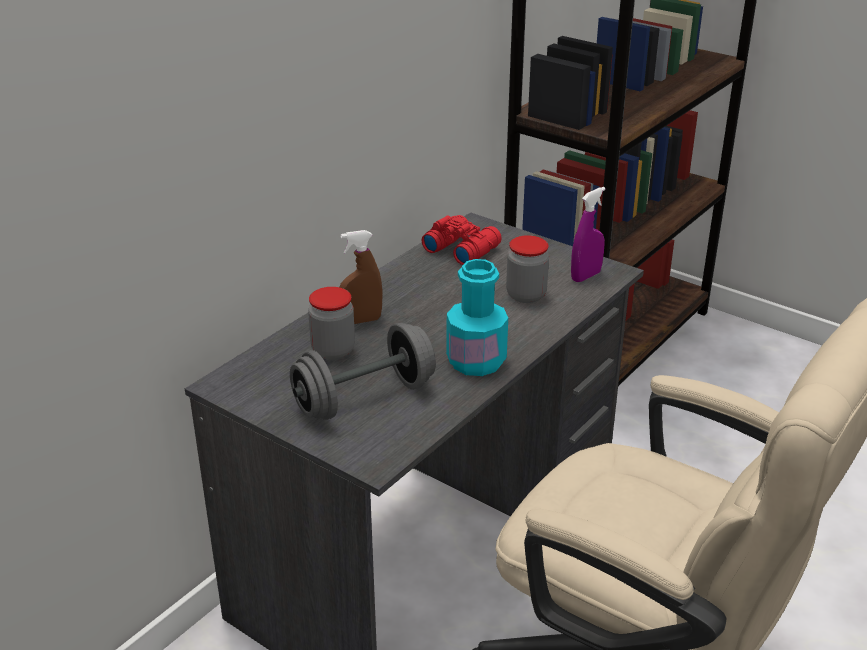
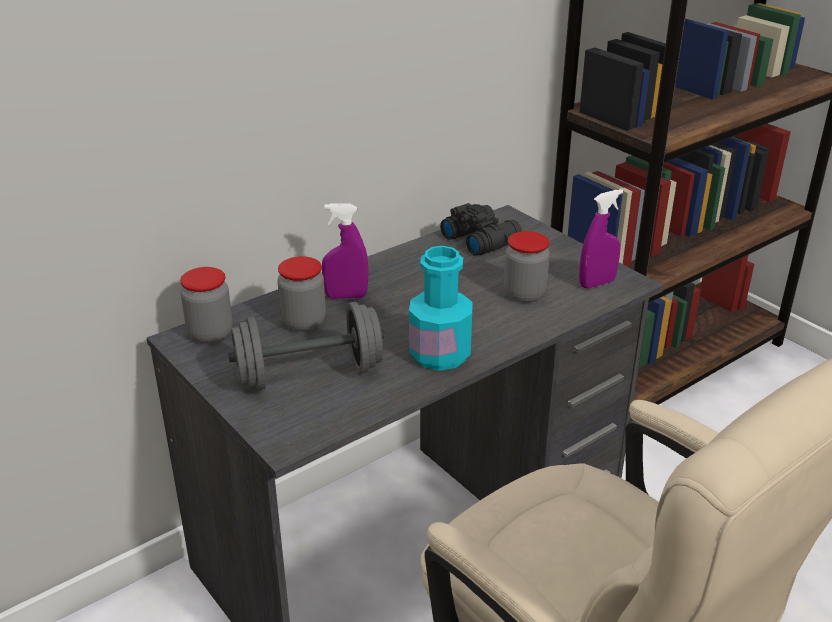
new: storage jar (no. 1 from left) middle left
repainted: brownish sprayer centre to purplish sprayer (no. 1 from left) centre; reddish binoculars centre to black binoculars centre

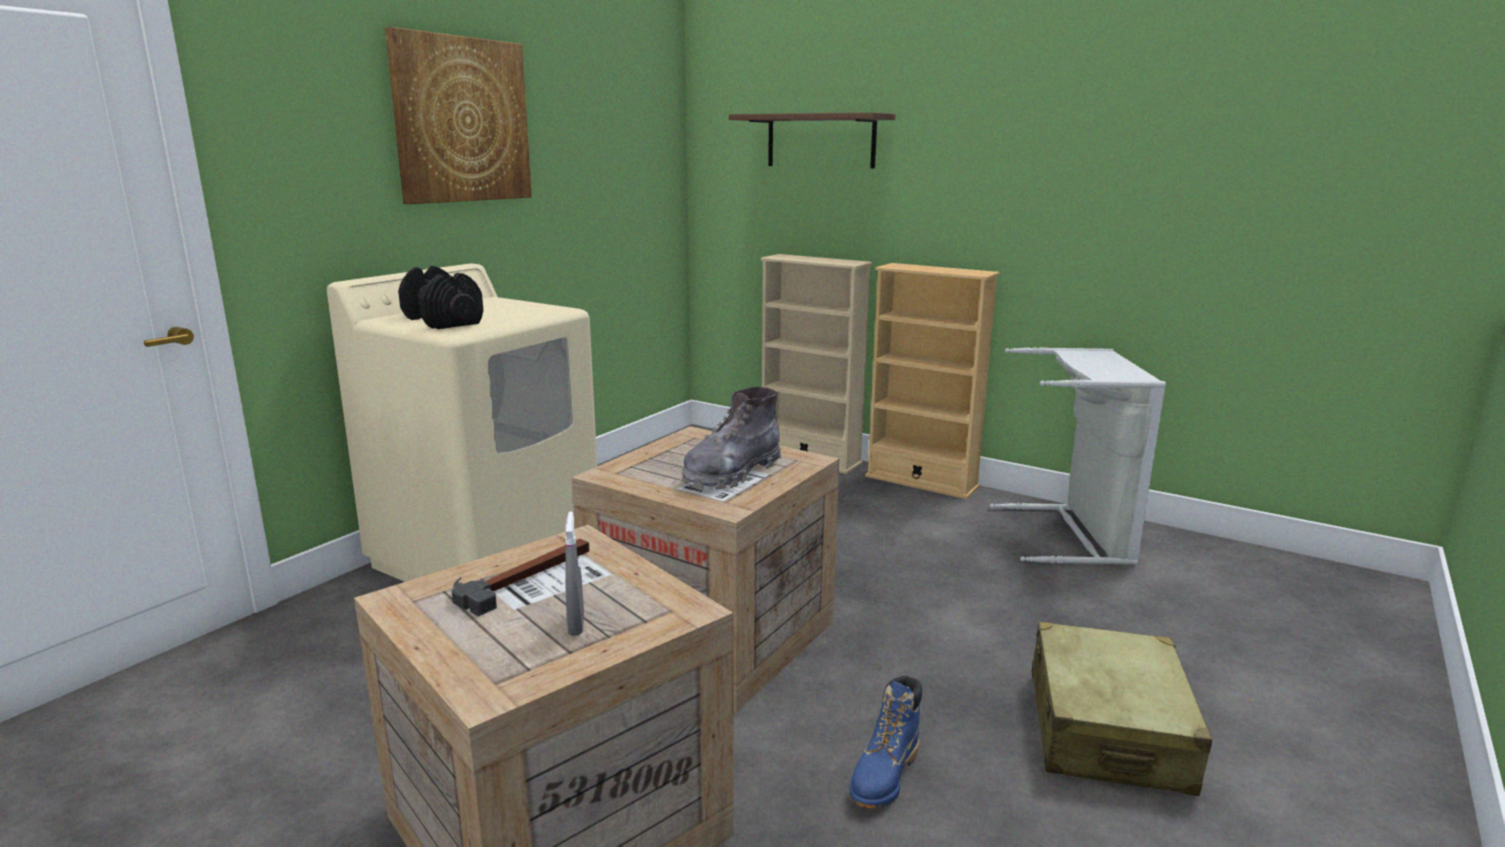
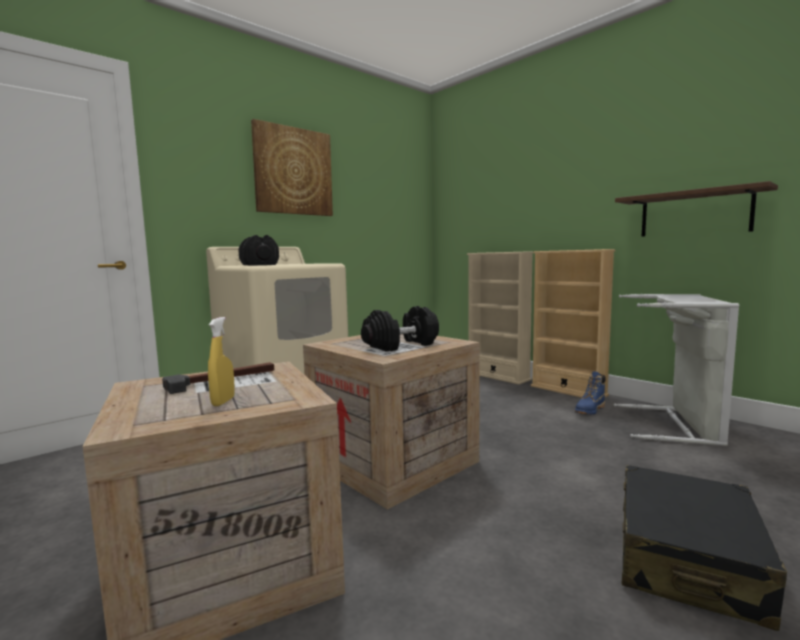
shifted: brownish bracket shelf top centre to top right; blue-coloured high-top boot bottom centre to middle right
swapped: grey high-top boot centre to black free weight (no. 2 from left) centre
repainted: grey sprayer bottom centre to yellowish sprayer middle left; beige-coloured piece of luggage bottom right to black piece of luggage bottom right

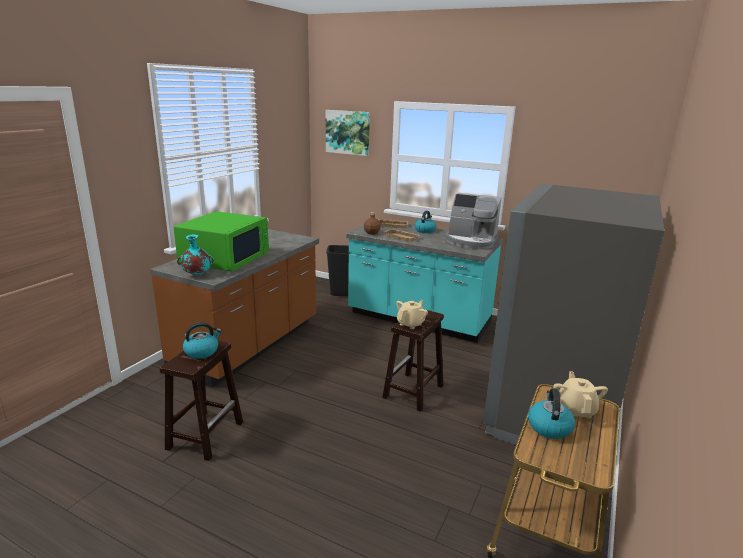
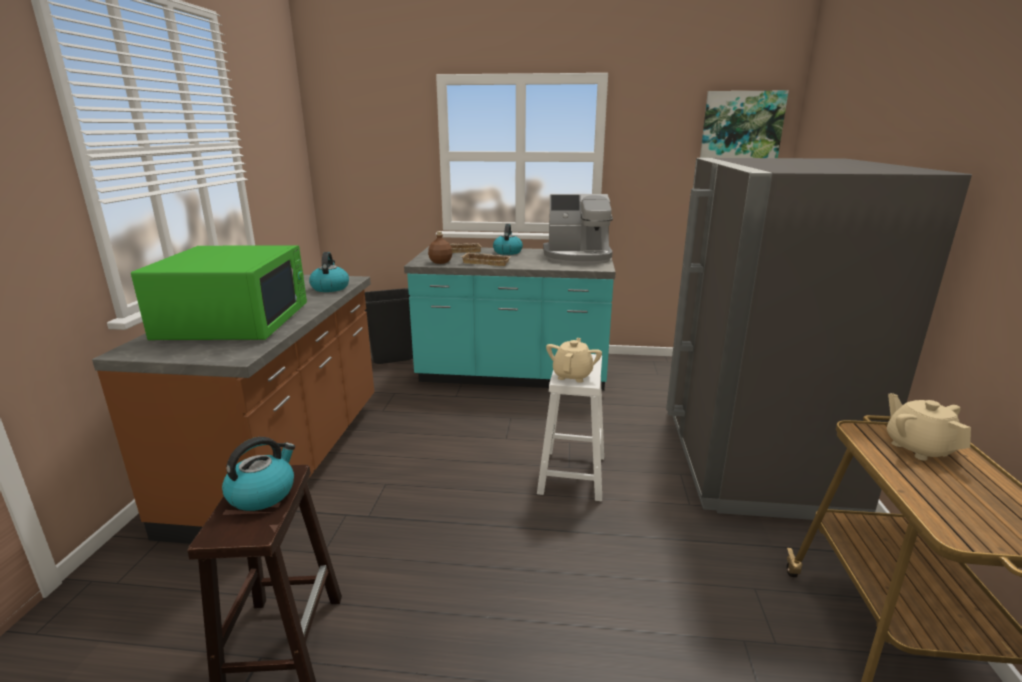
gone: blue-green vase middle left
shifted: picture top centre to top right; tea kettle (no. 3 from left in the first image) bottom right to tea kettle (no. 2 from left) middle left
repainted: brownish stool seat (no. 2 from left) centre to white stool seat centre

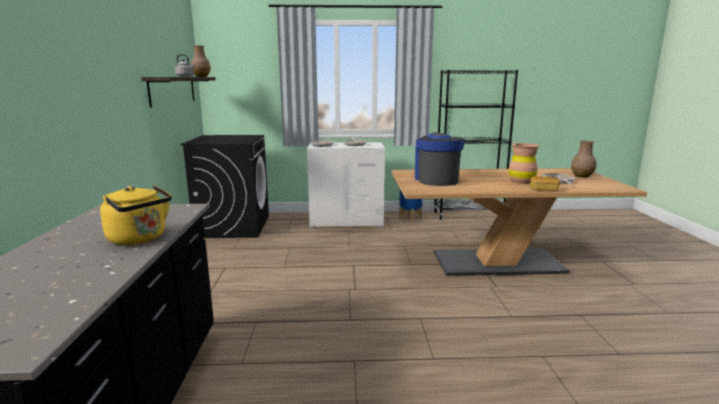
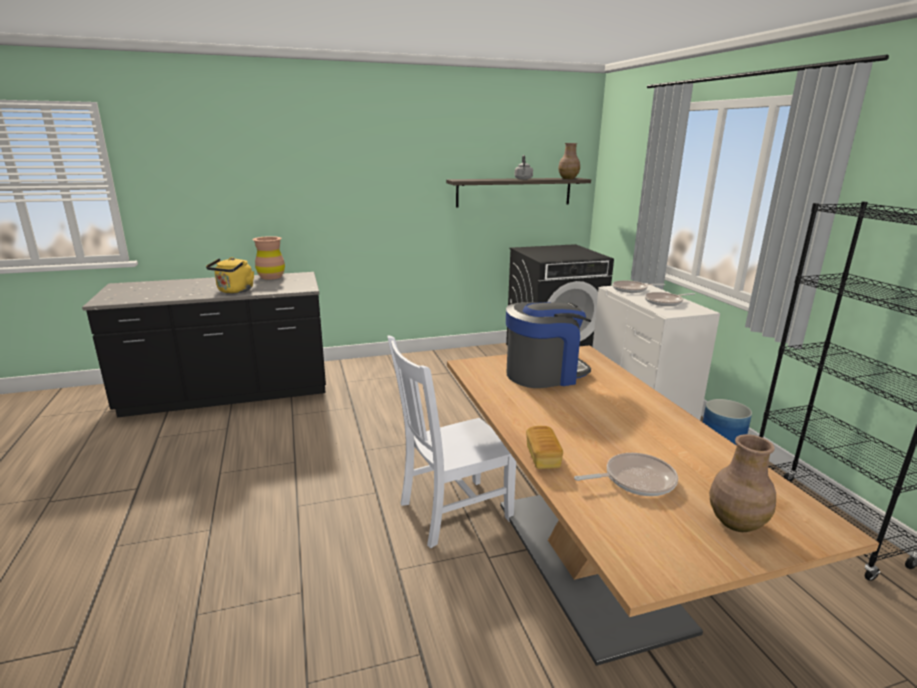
new: white upright chair centre
shifted: brownish vase (no. 2 from left in the first image) middle right to brownish vase (no. 1 from left) middle left

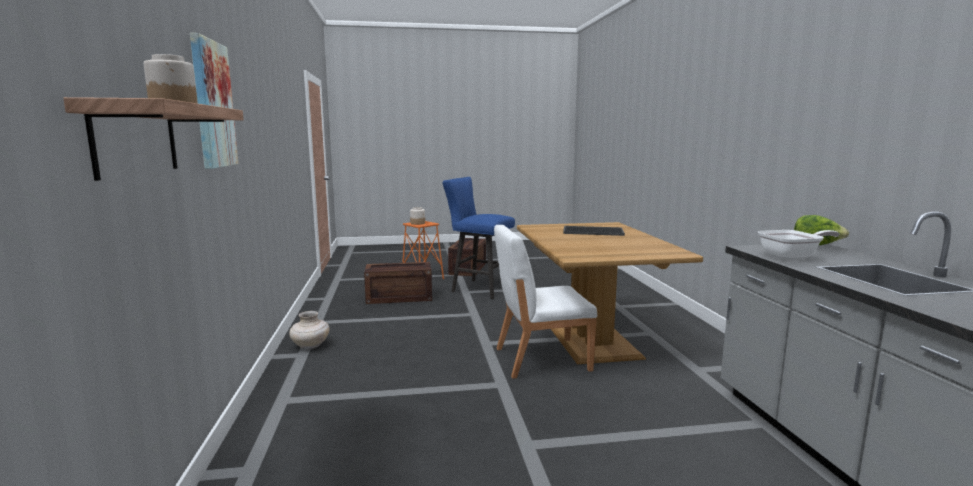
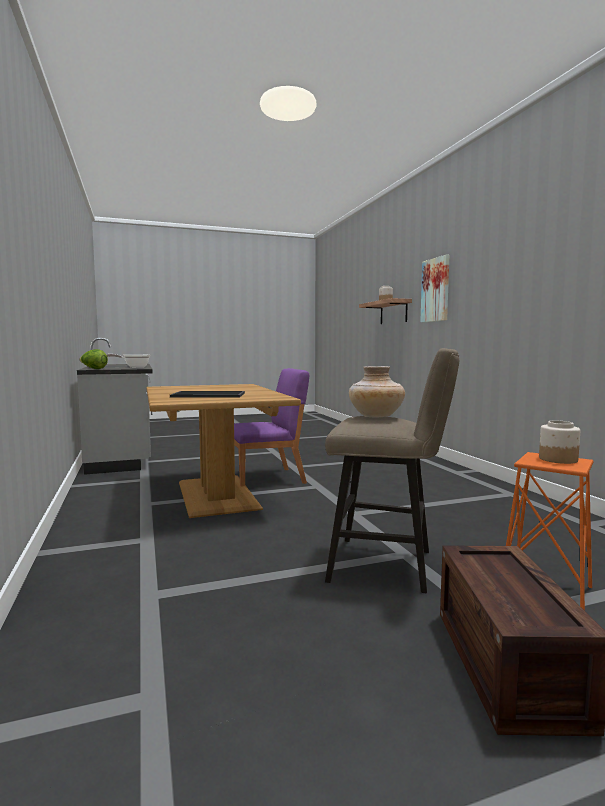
gone: packing crate (no. 1 from left) centre
shifted: beige-coloured vase bottom left to centre
repainted: blue-coloured stool seat centre to beige-coloured stool seat centre; white upright chair centre to purplish upright chair centre

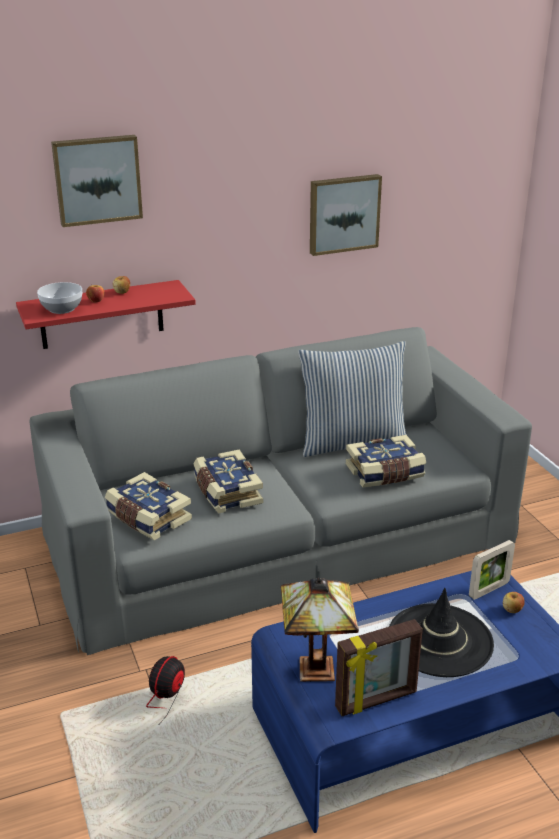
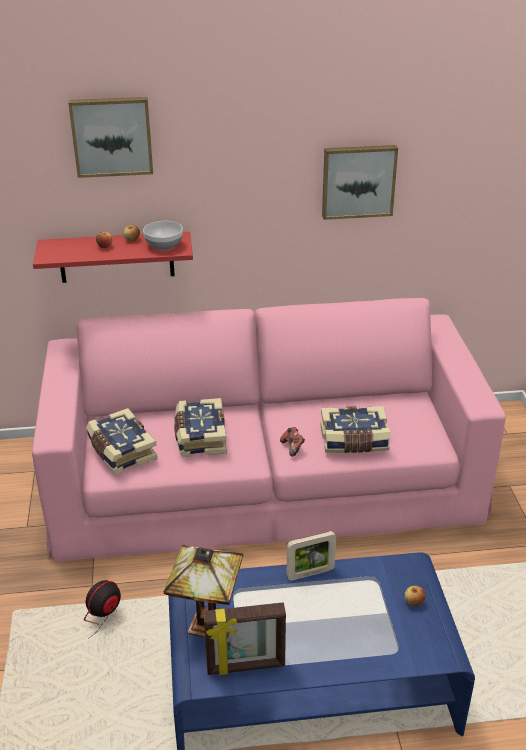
gone: throw pillow centre; black wearable hat bottom right
new: game controller centre
shifted: bowl middle left to top left; picture frame (no. 2 from left) bottom right to bottom centre
repainted: grey couch centre to pink couch centre

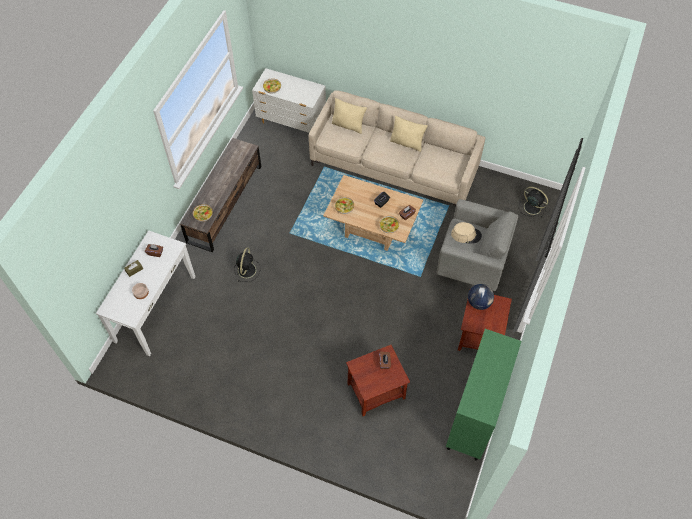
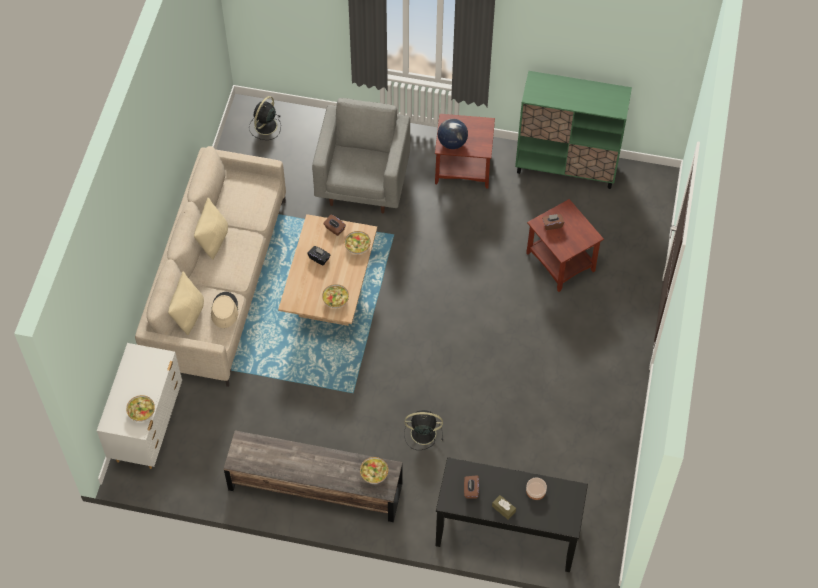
shifted: beige-coloured wearable hat middle right to middle left
repainted: white console table middle left to black console table bottom centre

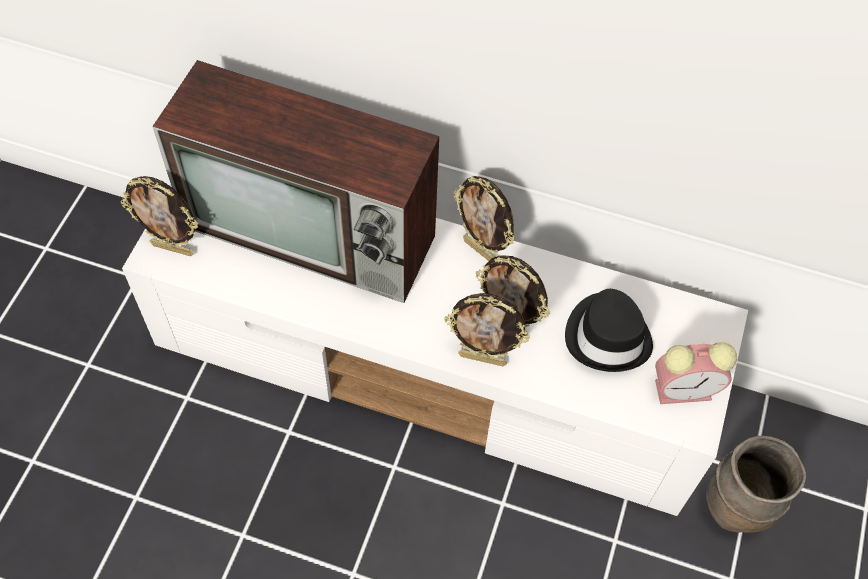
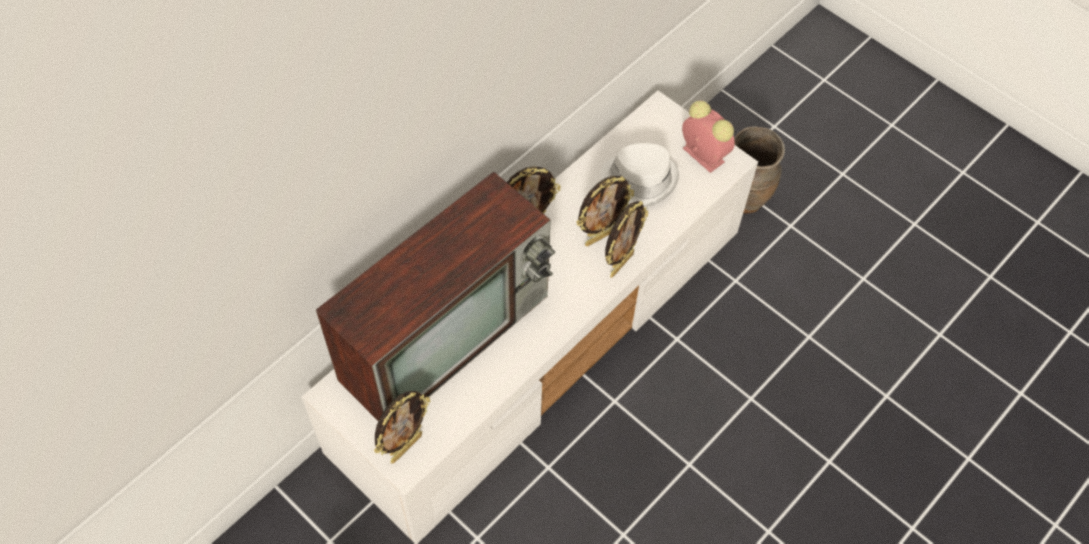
repainted: black wearable hat middle right to white wearable hat top centre
rotated: table clock middle right = top centre 60 degrees counterclockwise

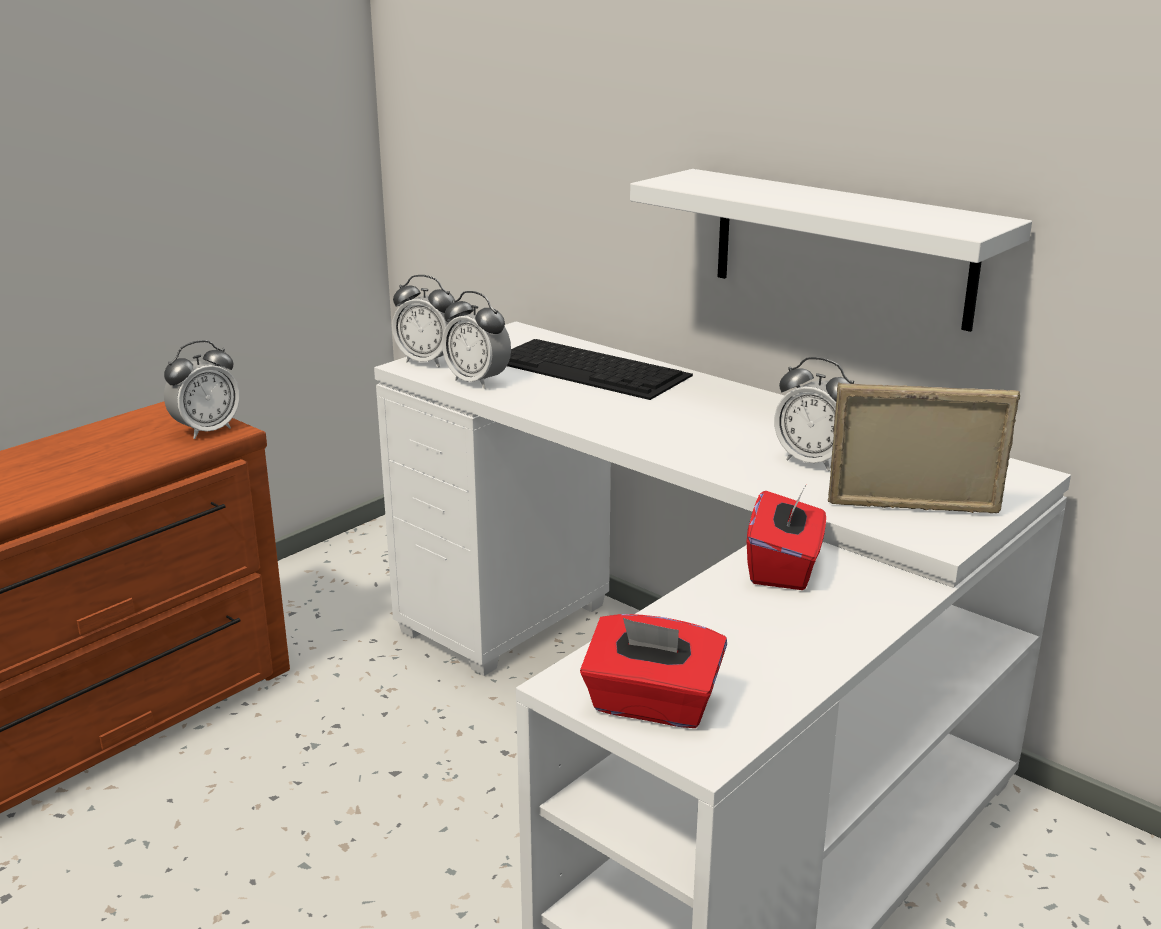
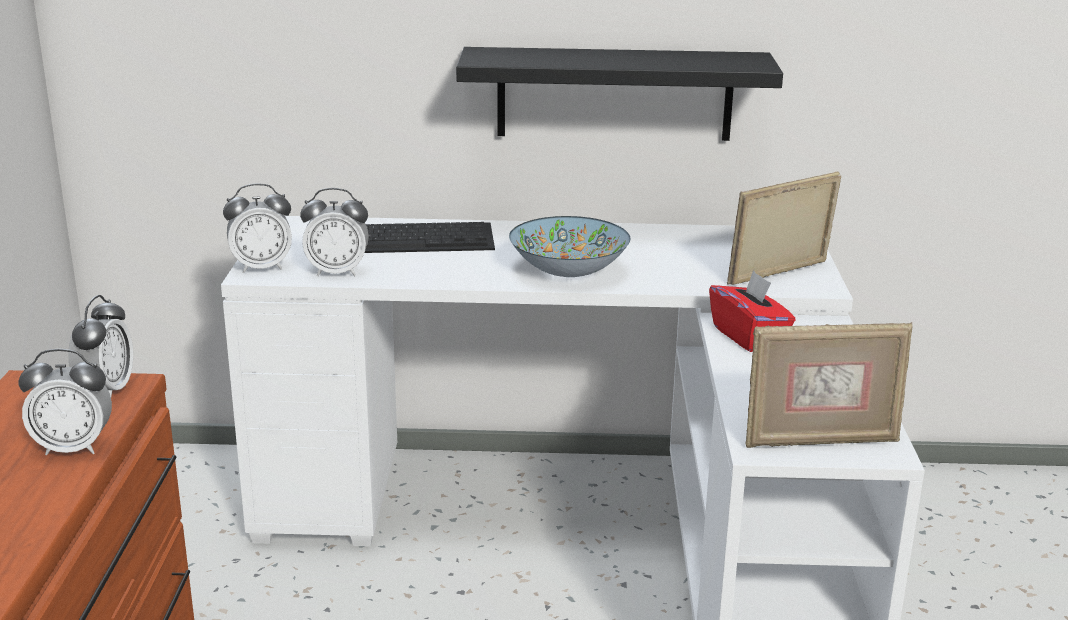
new: bowl centre
shifted: table clock (no. 4 from left in the first image) middle right to table clock (no. 1 from left) middle left
swapped: reddish box of tissues (no. 1 from left) bottom centre to picture frame (no. 2 from left) middle right
repainted: white bracket shelf top right to black bracket shelf top centre

